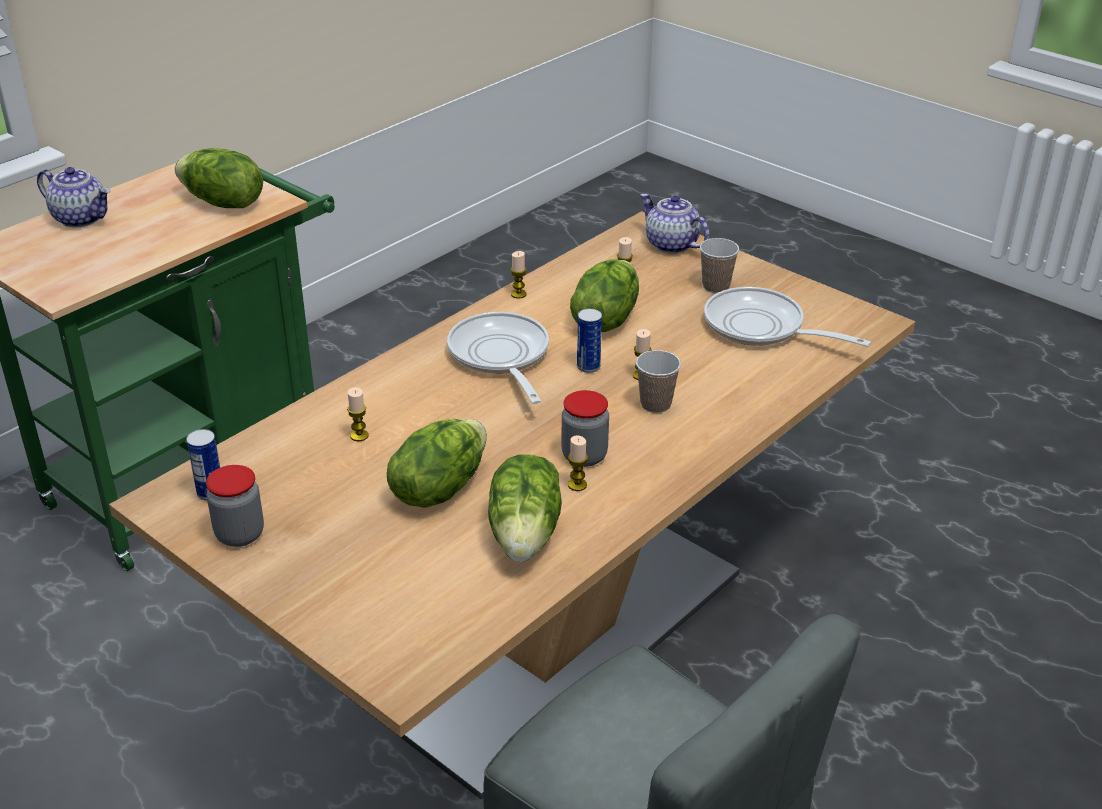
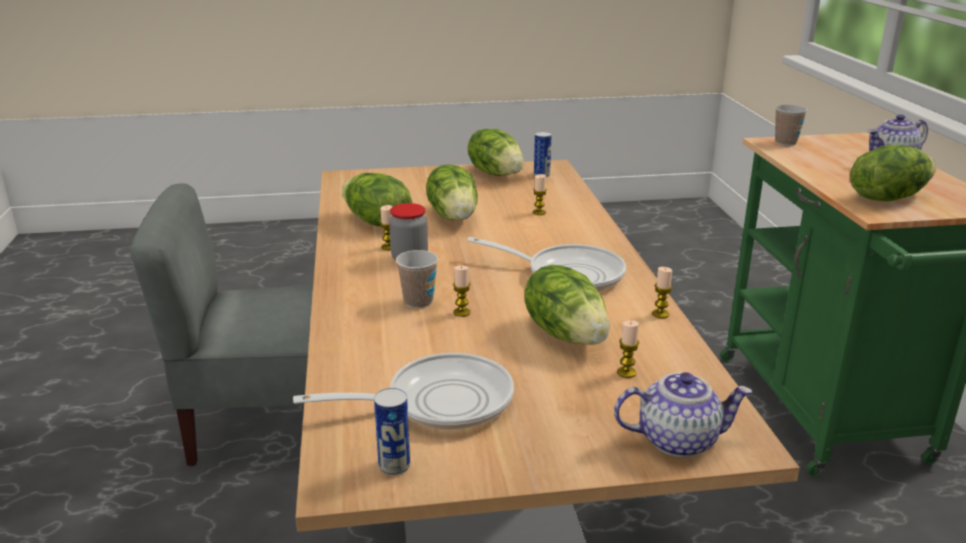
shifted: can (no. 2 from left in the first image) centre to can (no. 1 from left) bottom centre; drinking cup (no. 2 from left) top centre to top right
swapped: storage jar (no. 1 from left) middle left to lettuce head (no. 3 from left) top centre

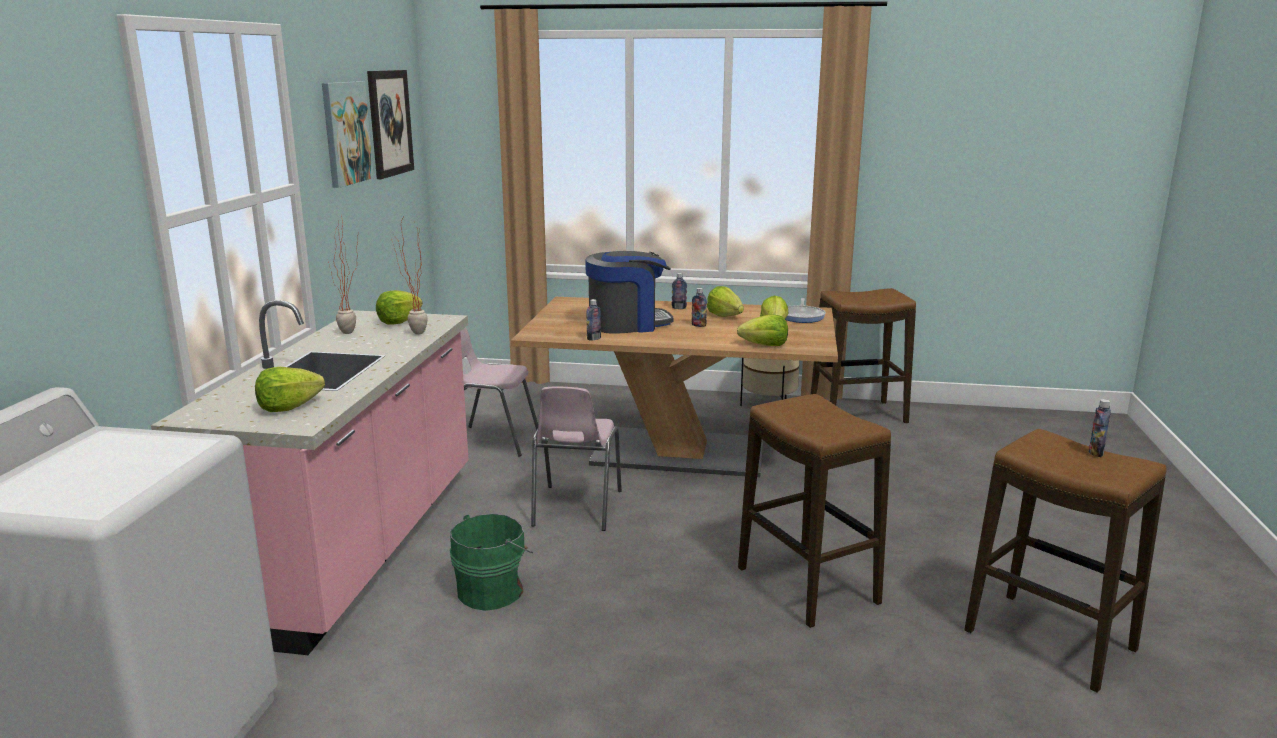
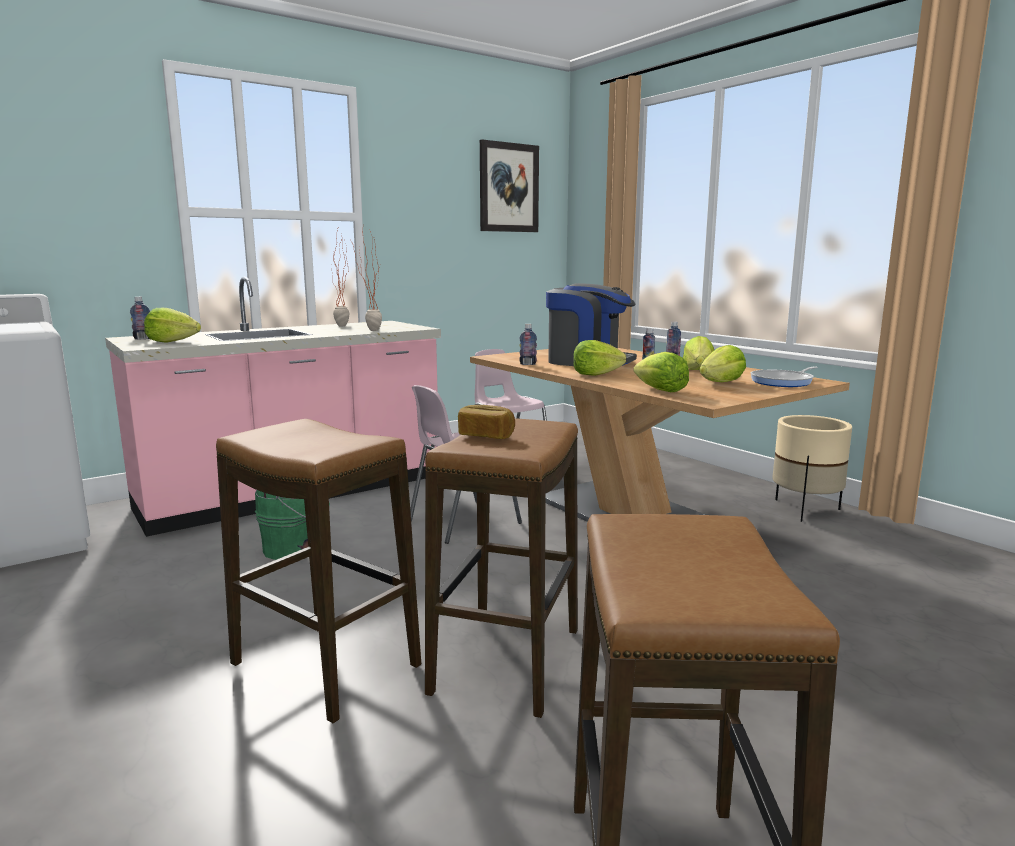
gone: picture (no. 1 from left) top left
new: bakery bread centre
shifted: lettuce head (no. 2 from left) middle left to centre; stool seat (no. 2 from left in the first image) middle right to stool seat (no. 1 from left) bottom left; drink bottle (no. 4 from left in the first image) middle right to drink bottle (no. 1 from left) middle left

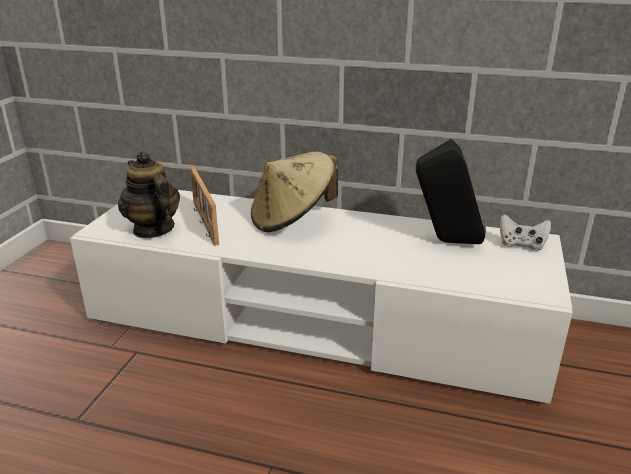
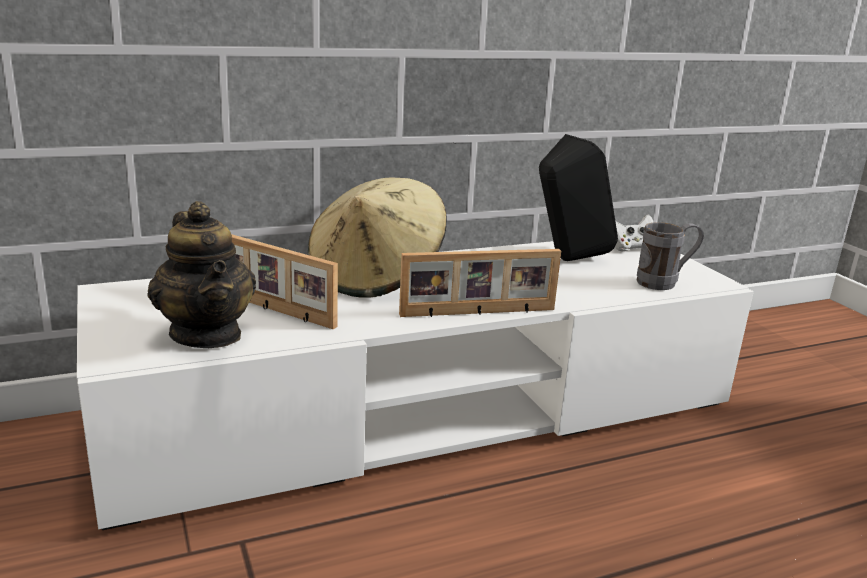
new: picture frame (no. 2 from left) centre; grey coffee mug middle right
rotated: pot for tea middle left = middle left 135 degrees counterclockwise

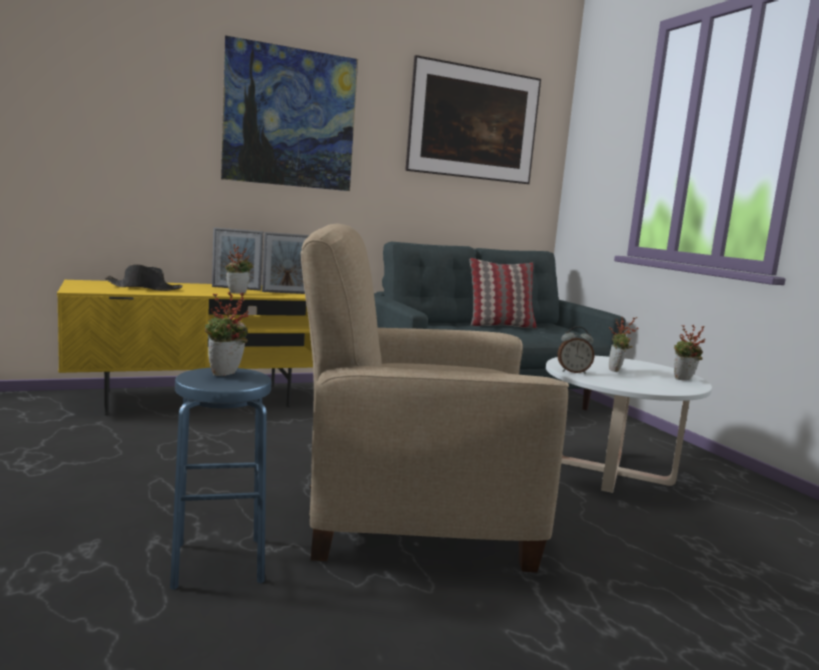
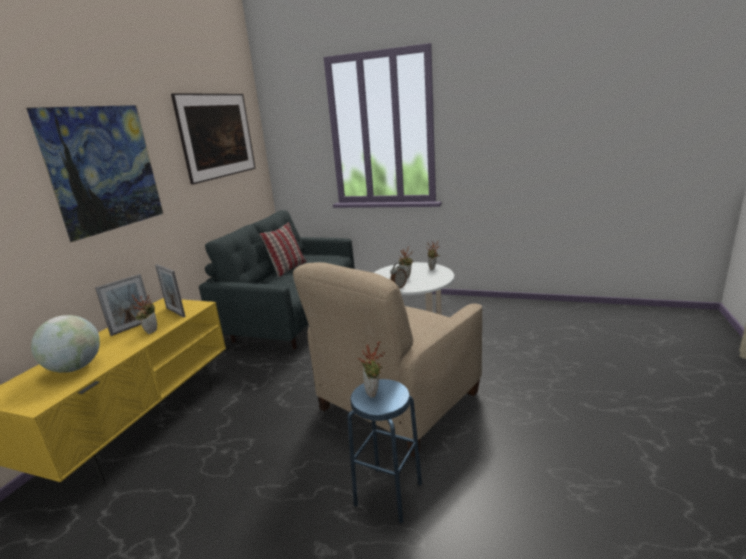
swapped: black wearable hat middle left to globe middle left
rotated: picture frame (no. 2 from left) centre = middle left 105 degrees clockwise

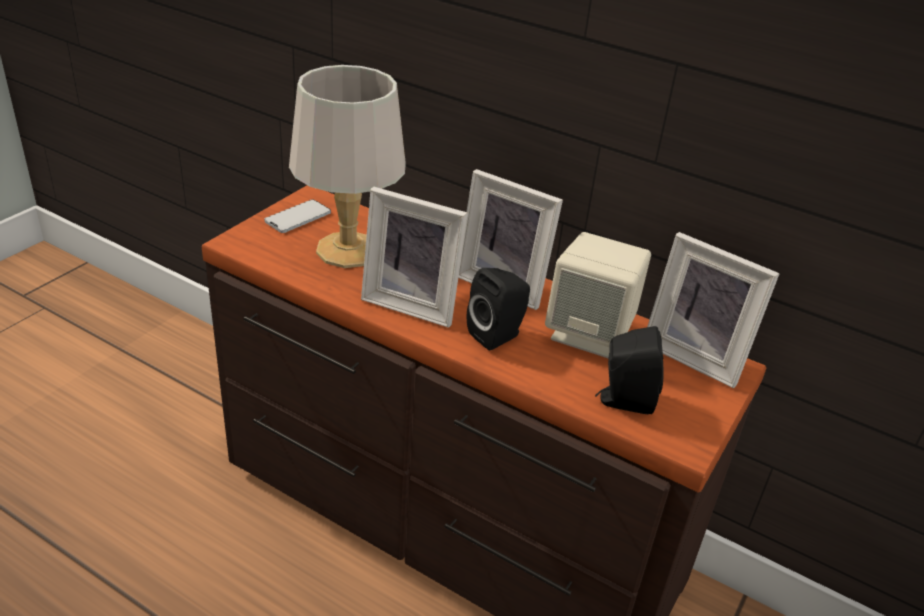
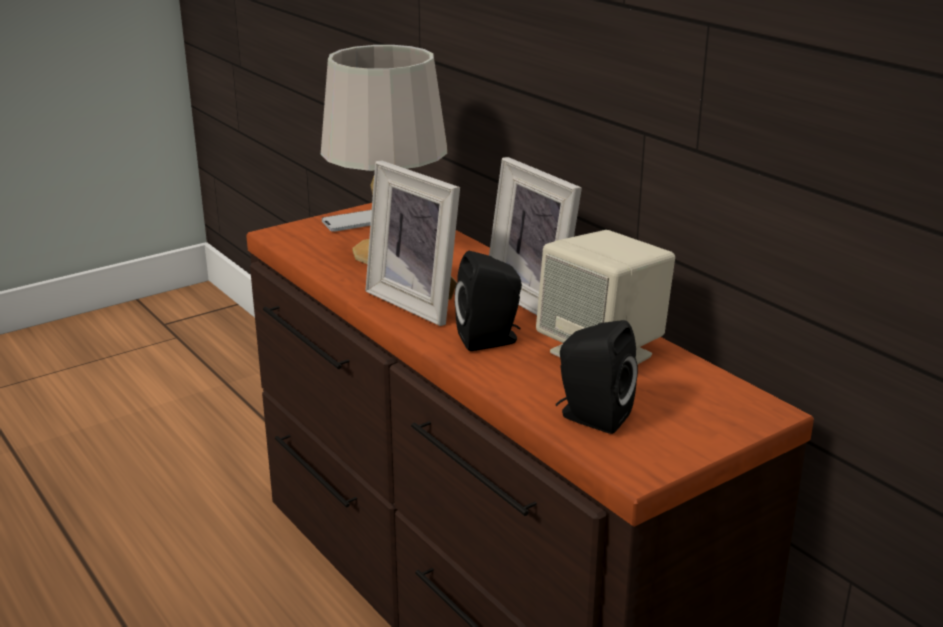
gone: picture frame (no. 3 from left) middle right

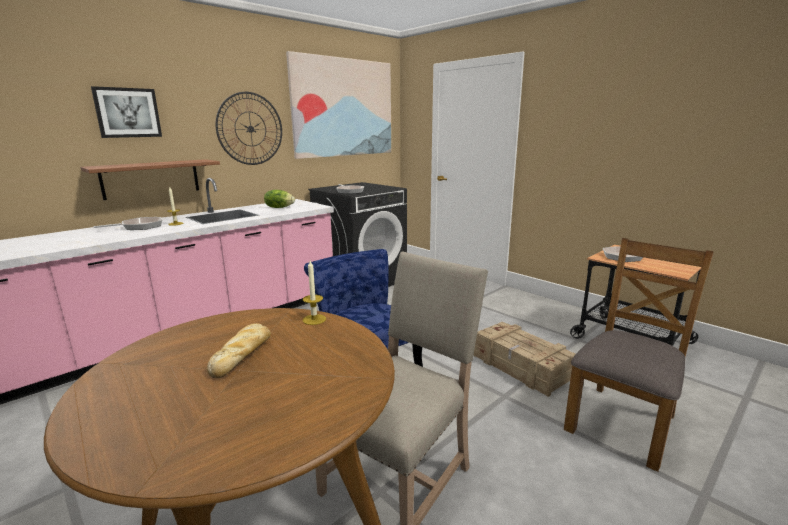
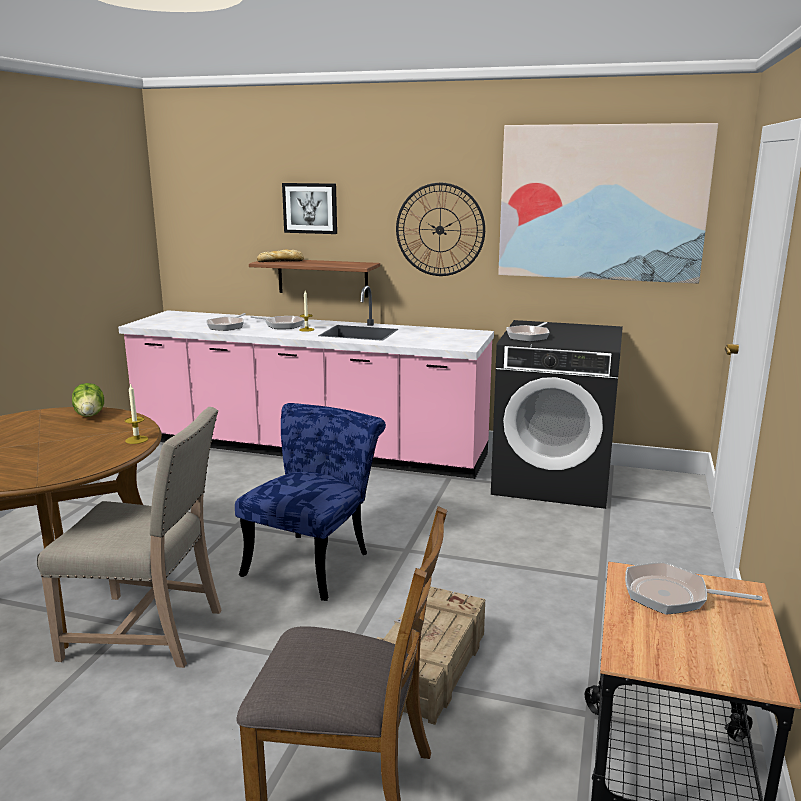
new: skillet (no. 1 from left) middle left
shifted: bakery bread bottom left to top centre; lettuce head centre to middle left

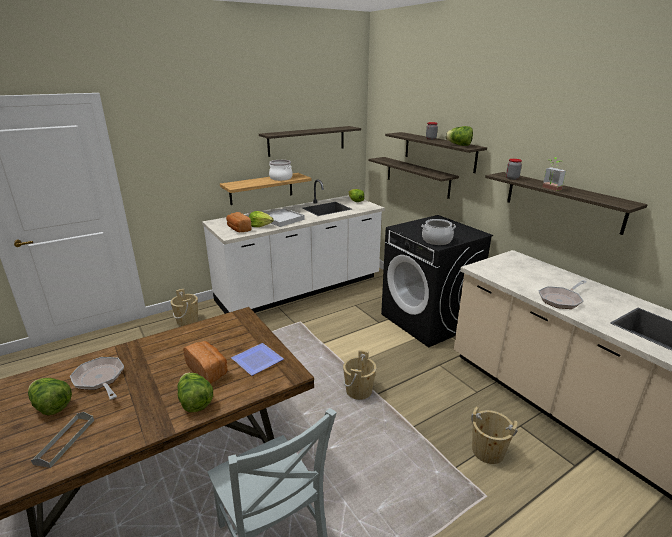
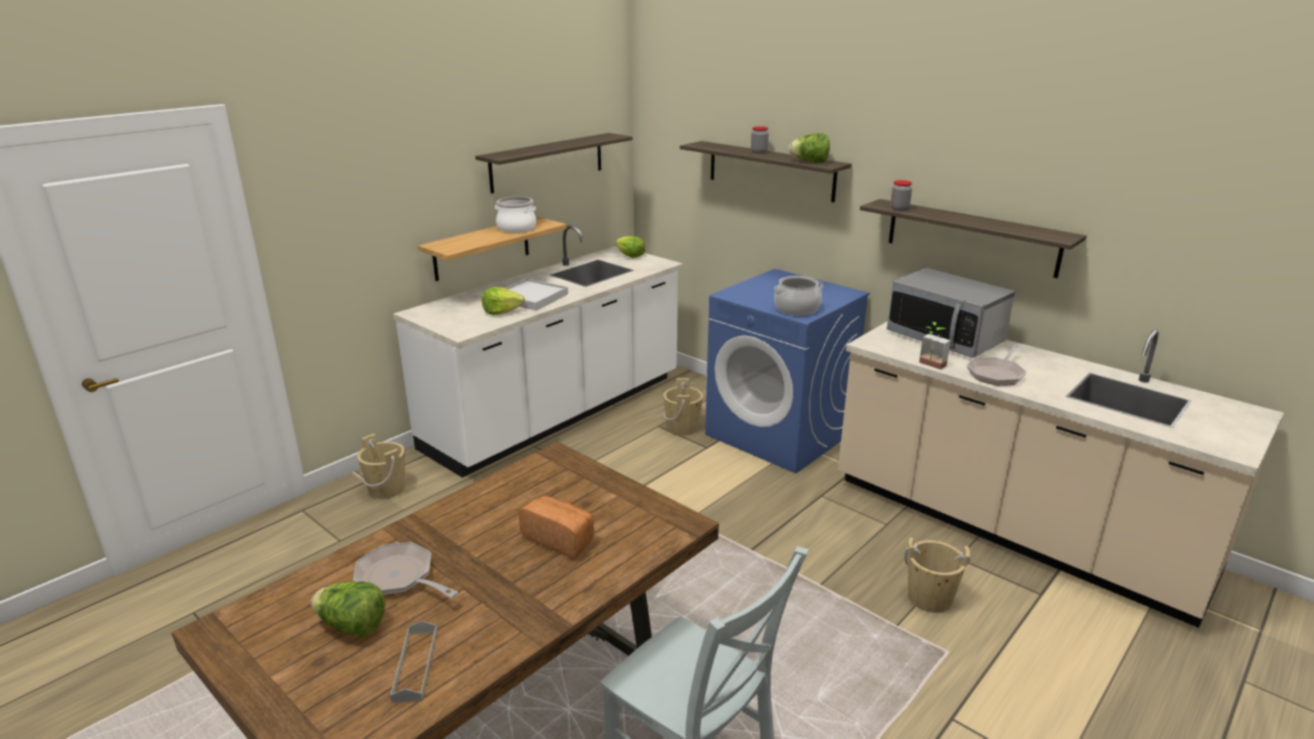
gone: lettuce head (no. 2 from left) bottom left; bakery bread (no. 2 from left) centre; flat dish bottom centre; bracket shelf (no. 3 from left) top centre
new: kitchen microwave middle right
shifted: beige-coloured bucket (no. 2 from left) bottom centre to centre; plant in a pot top right to middle right
repainted: black laundry machine centre to blue-coloured laundry machine centre

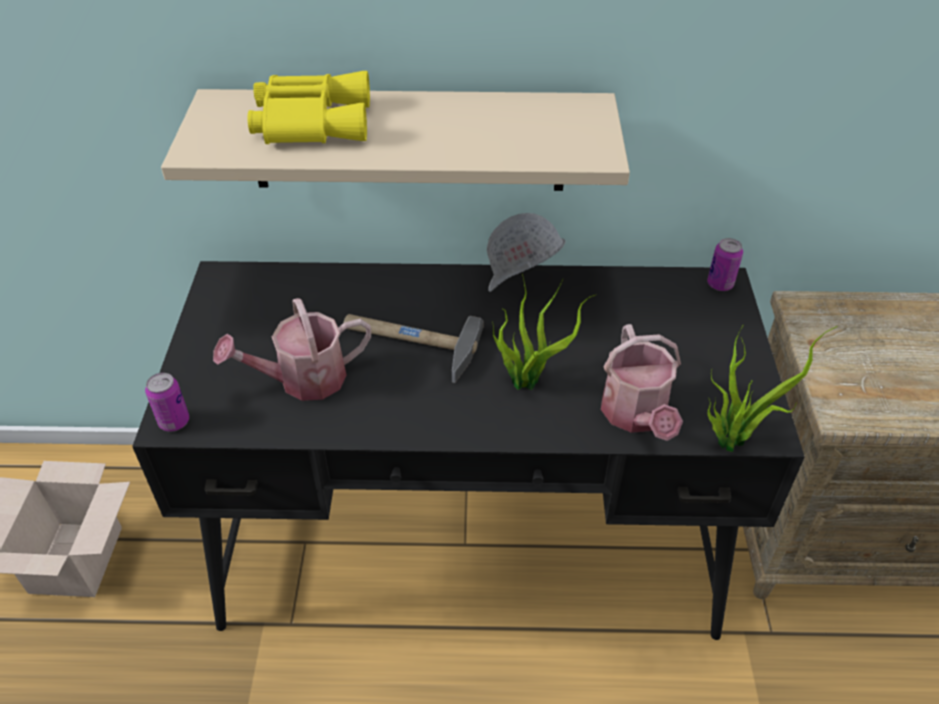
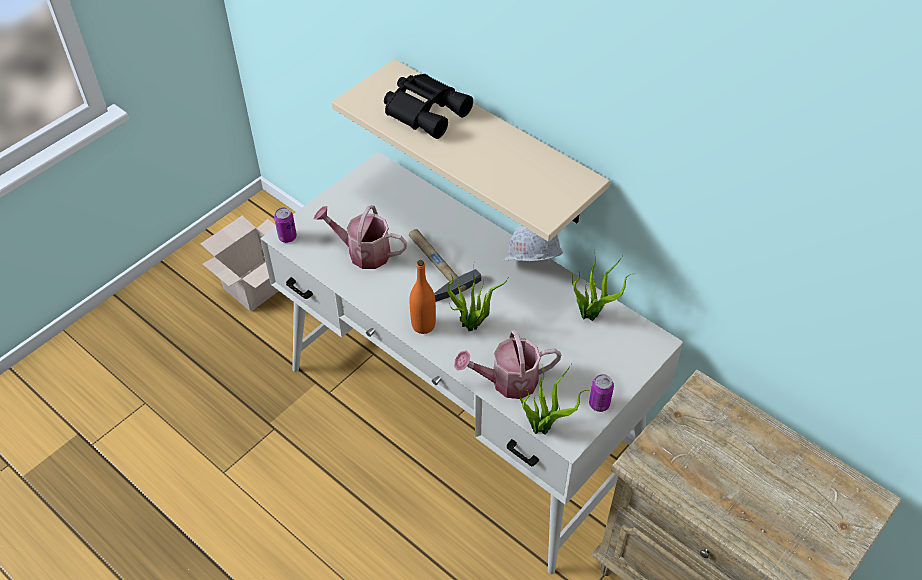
new: orange drink bottle centre; plant in a pot (no. 3 from left) centre
shifted: can (no. 2 from left) middle right to bottom centre
repainted: black desk centre to white desk centre; yellowish binoculars top left to black binoculars top centre
rotated: sprinkling can (no. 2 from left) middle right = centre 45 degrees clockwise

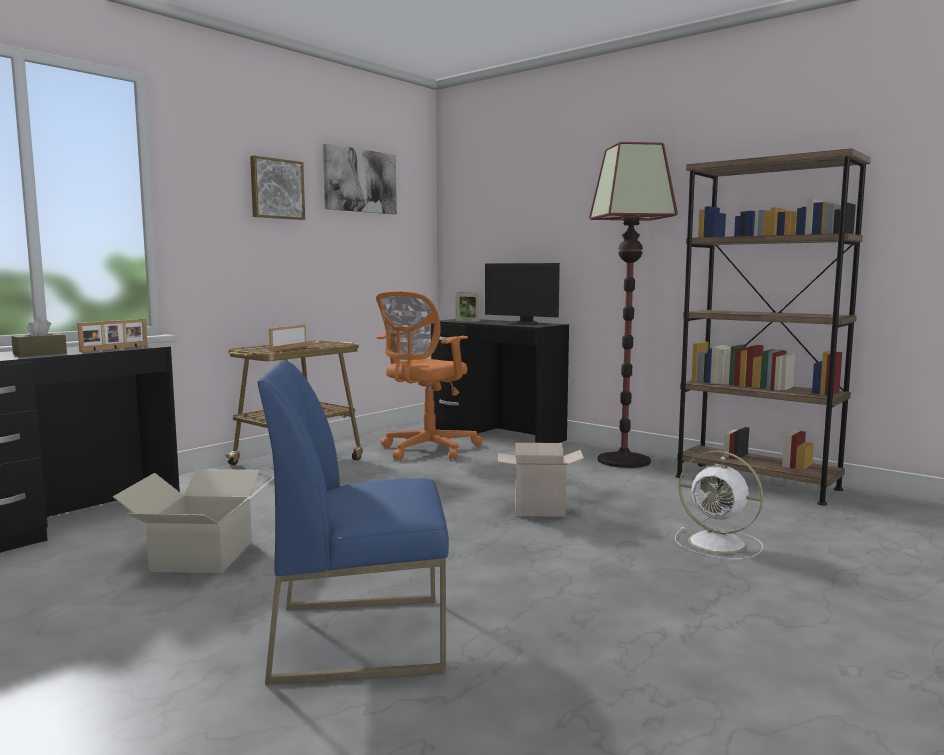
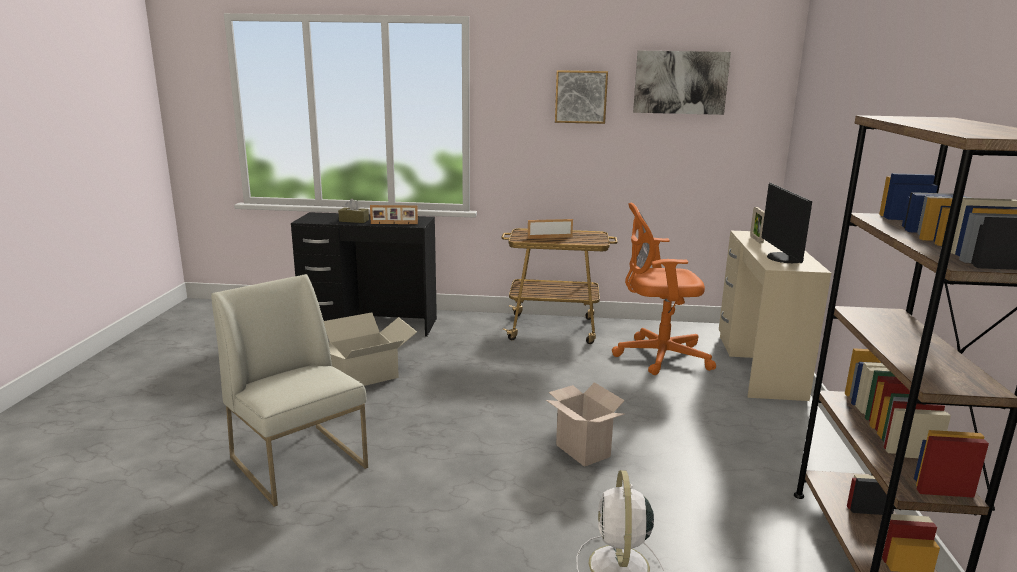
gone: floor lamp middle right
repainted: blue-coloured upright chair bottom centre to white upright chair bottom left; black desk (no. 2 from left) centre to beige-coloured desk middle right

